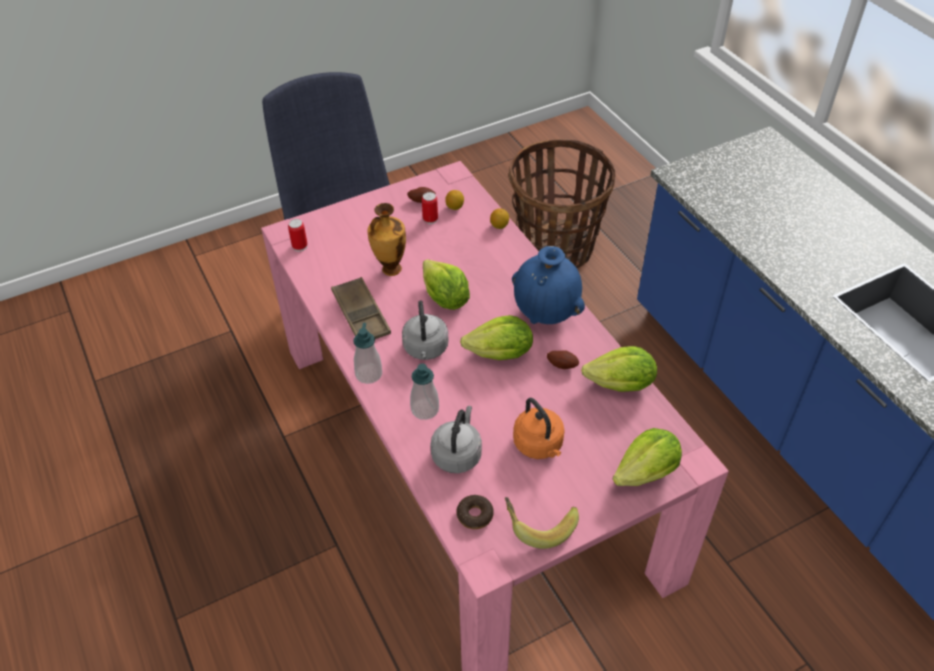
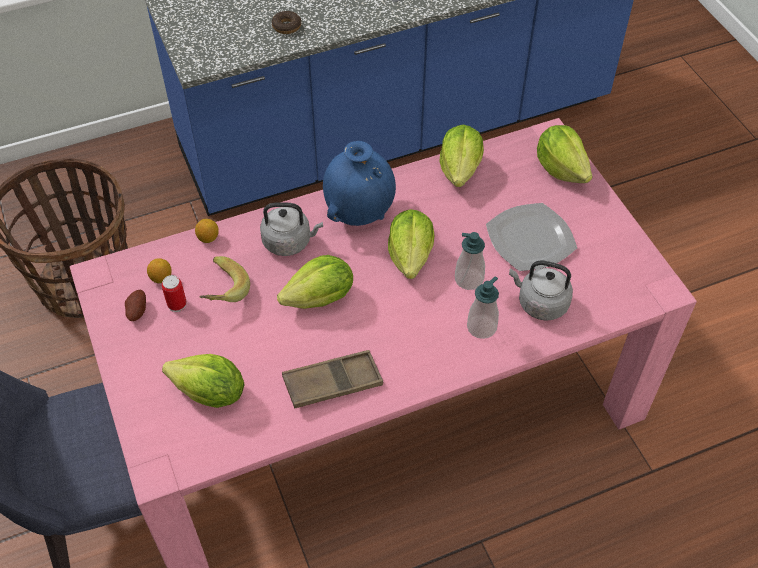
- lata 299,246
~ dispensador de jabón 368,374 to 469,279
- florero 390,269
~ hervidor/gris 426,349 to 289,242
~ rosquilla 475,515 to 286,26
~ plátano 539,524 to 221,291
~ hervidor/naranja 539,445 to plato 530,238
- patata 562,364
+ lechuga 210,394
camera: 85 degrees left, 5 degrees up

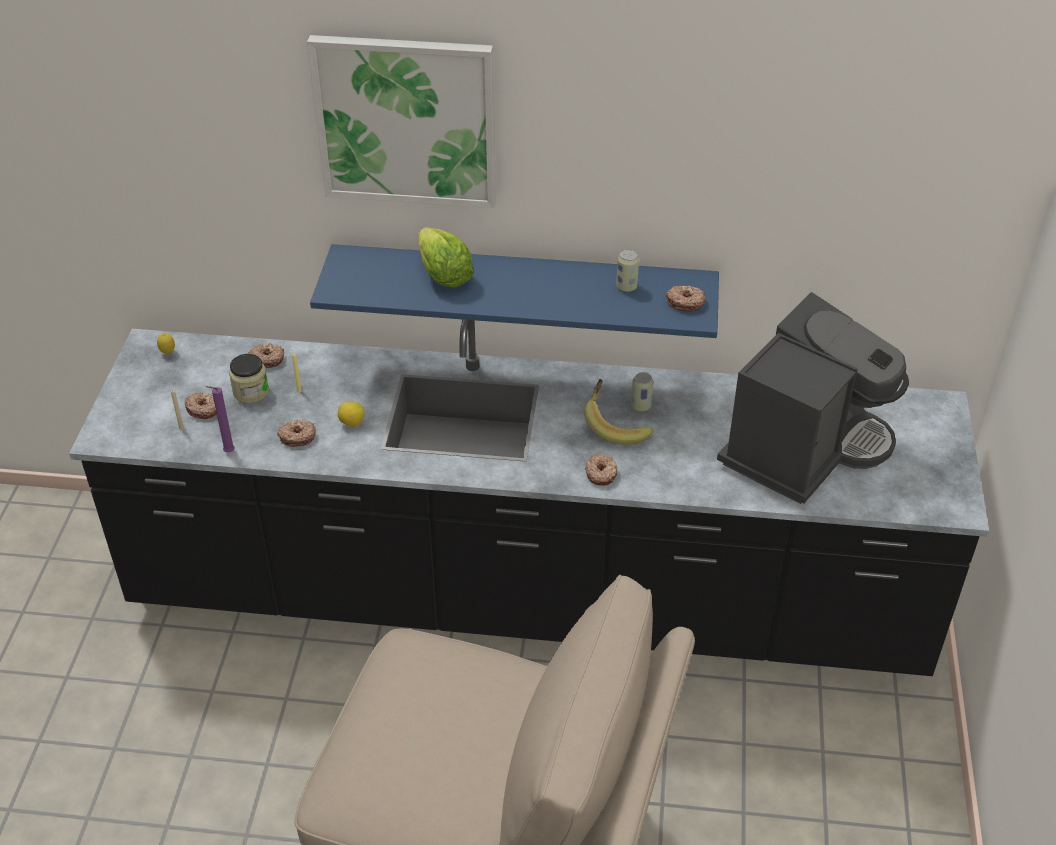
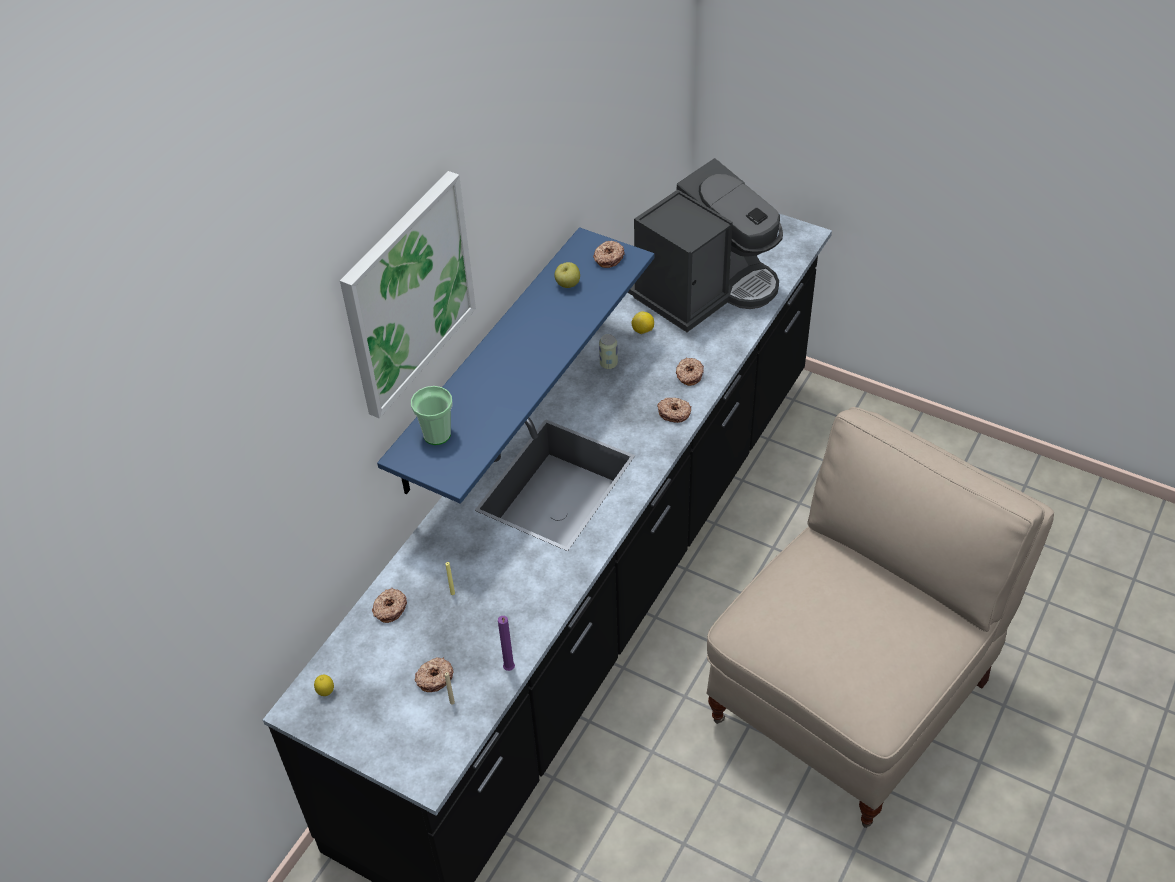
- tarro 251,392
~ rosquilla 297,437 to 689,375
~ limón 351,423 to 643,331
- lechuga 444,275
- plátano 616,425
~ lata 626,287 to manzana 567,285
~ cafetera 804,447 = 705,288 75 degrees clockwise
+ taza 437,435
camera: 65 degrees left, 5 degrees up

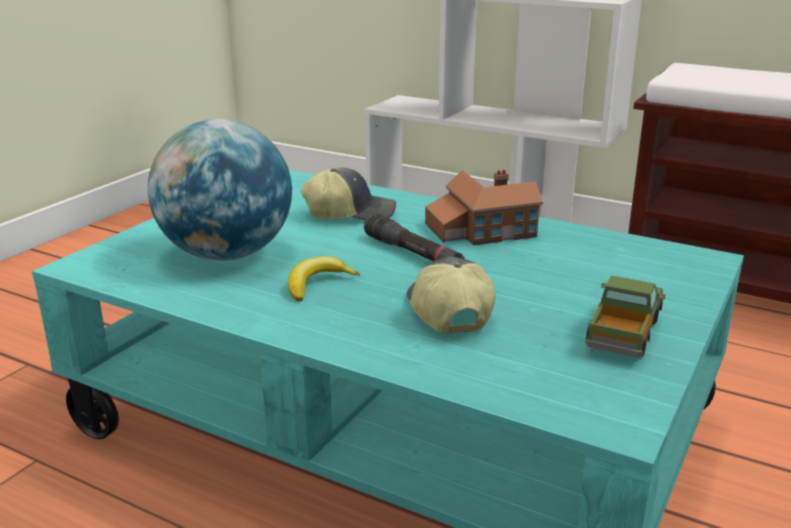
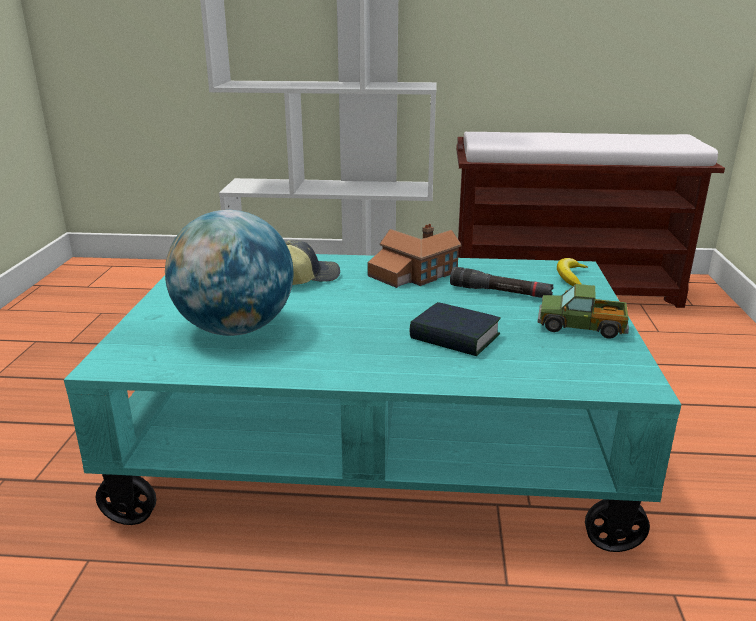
~ plátano 317,284 to 570,277
~ linterna/negro 413,254 to 500,292
~ gorra 447,312 to libro 454,337
~ camión de juguete 623,334 = 581,327 75 degrees counterclockwise
camera: 25 degrees left, 0 degrees up

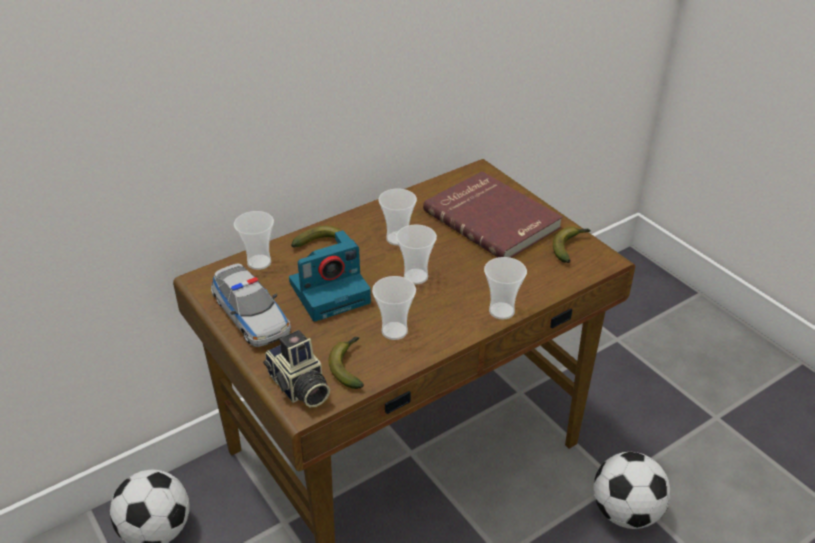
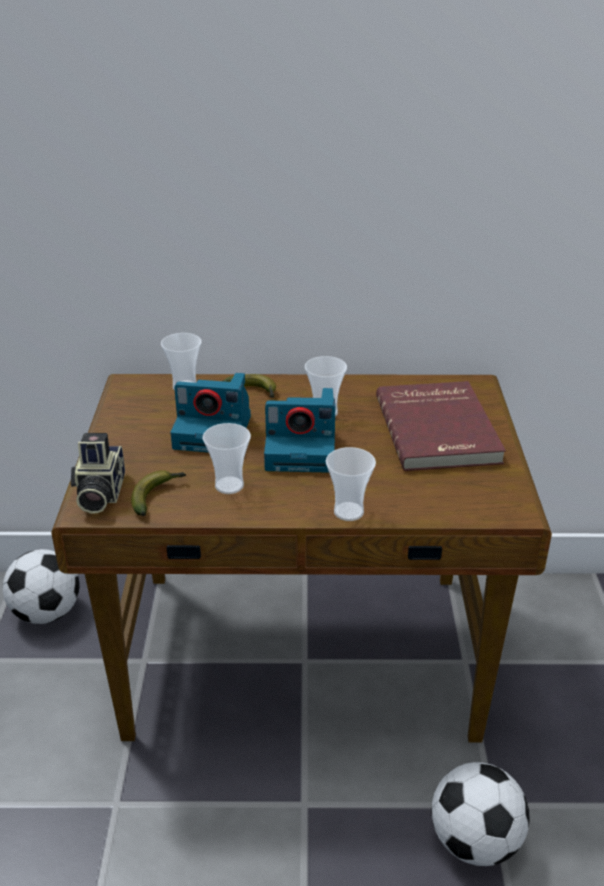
- coche de juguete 251,315
~ taza 415,276 to cámara 303,450
- plátano 570,247
camera: 35 degrees right, 5 degrees down

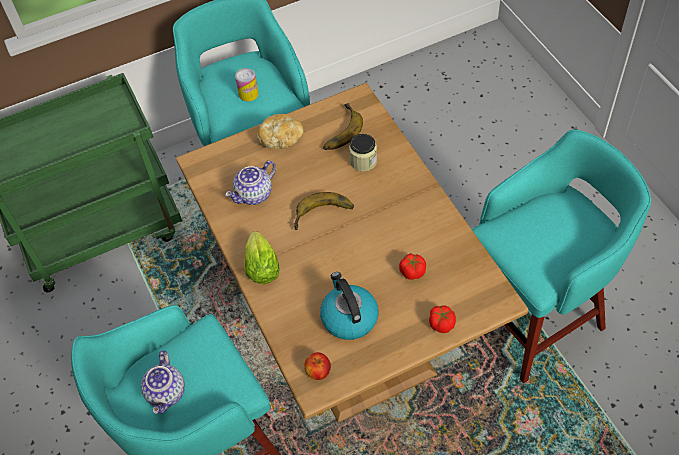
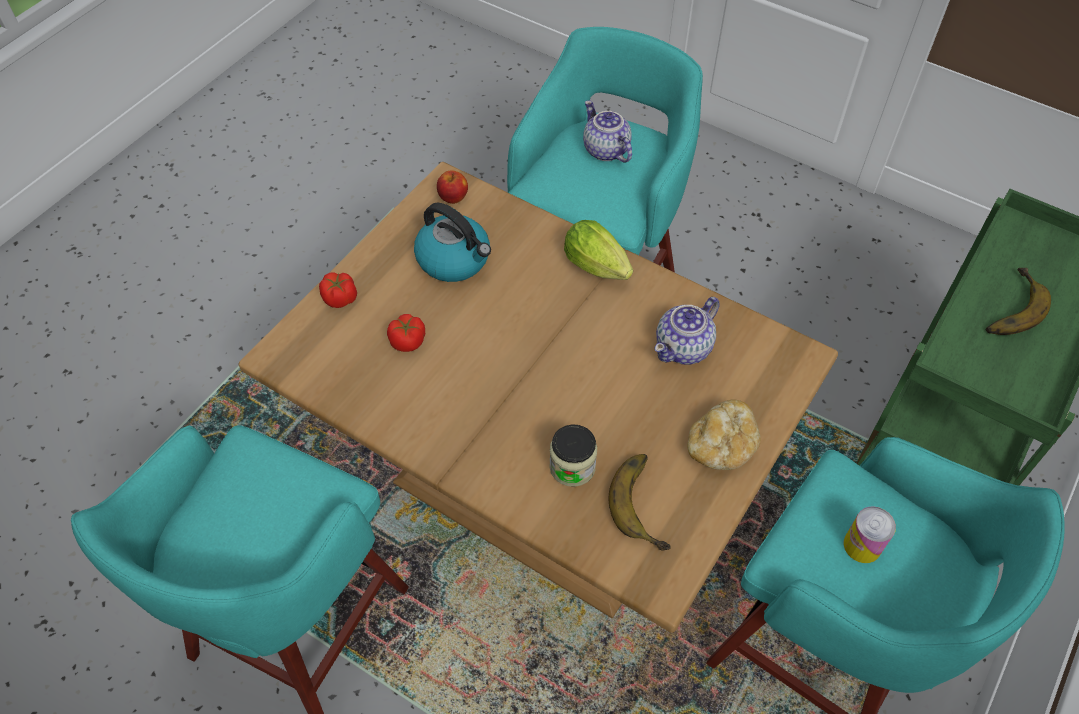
~ tetera 254,194 = 684,347 150 degrees counterclockwise
~ plátano 324,216 to 1007,307
camera: 145 degrees right, 0 degrees up

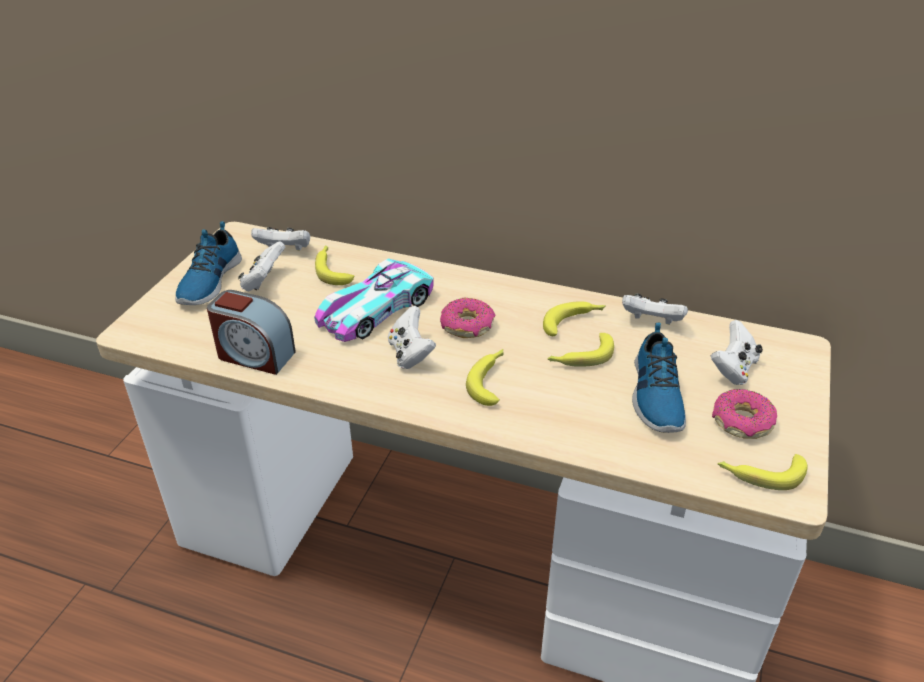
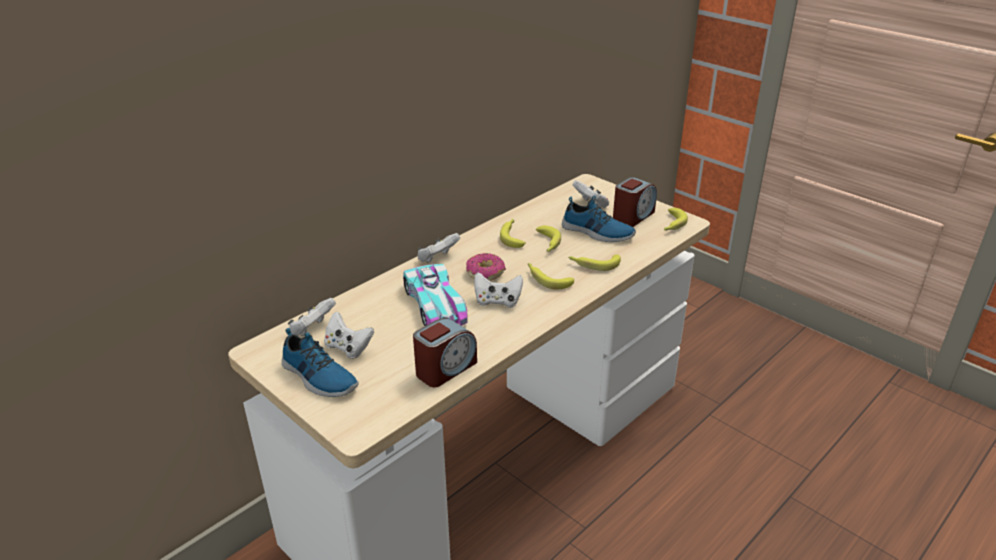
~ plátano 332,269 to 594,264
~ mando de consola/blanco 652,322 to 437,258
~ rosquilla 741,422 to despertador 633,216
camera: 65 degrees left, 5 degrees down

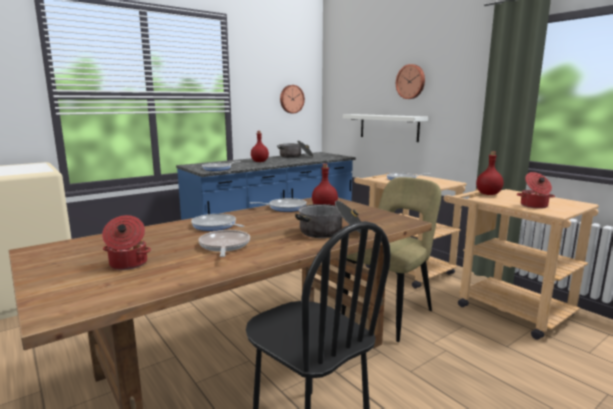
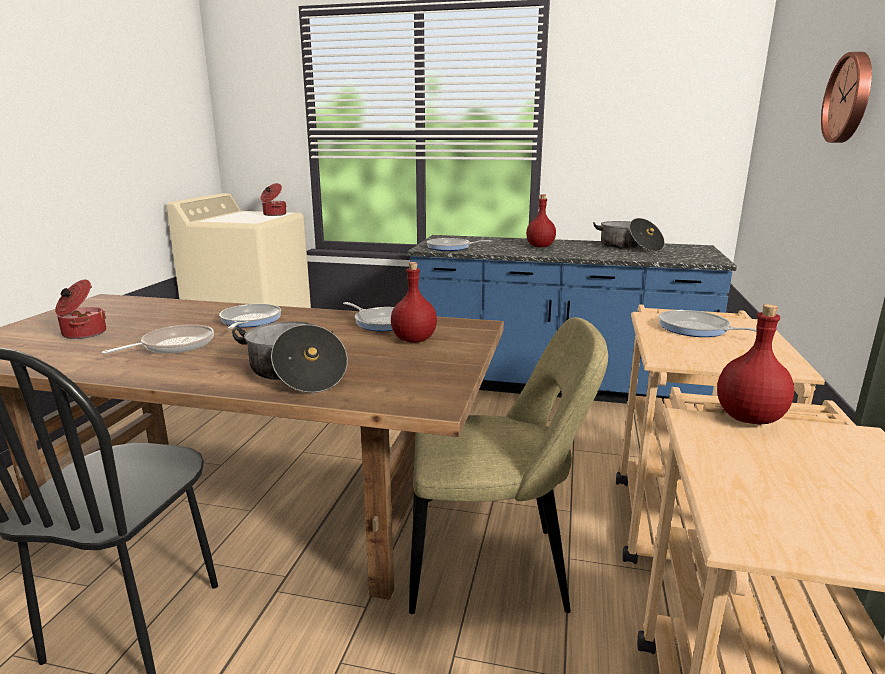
- reloj de pared 291,99
- estante/blanco 388,127
~ olla 534,206 to 274,214
camera: 50 degrees right, 5 degrees up

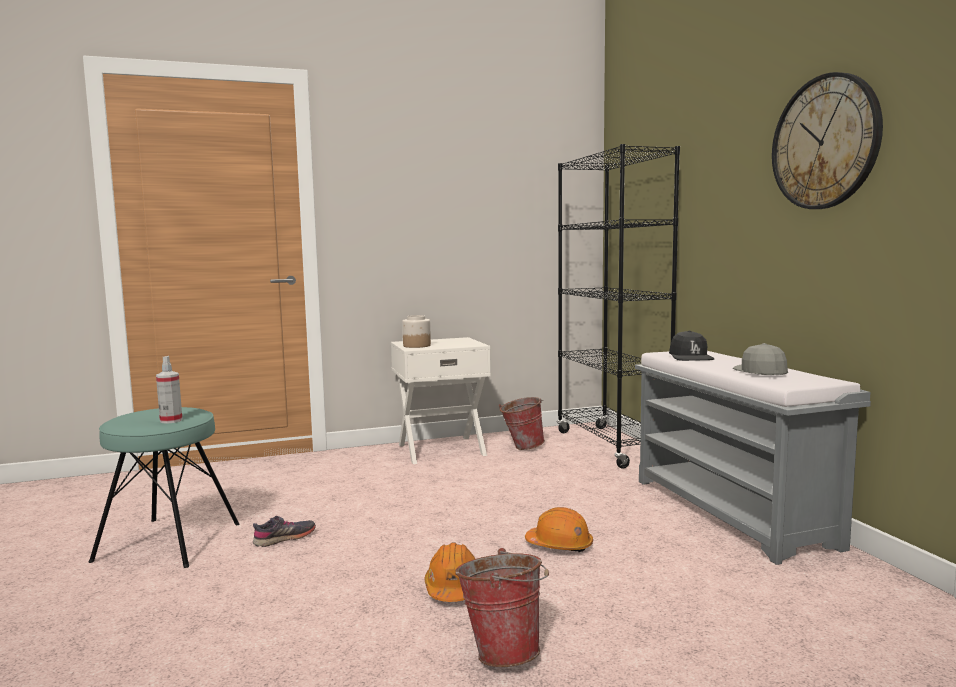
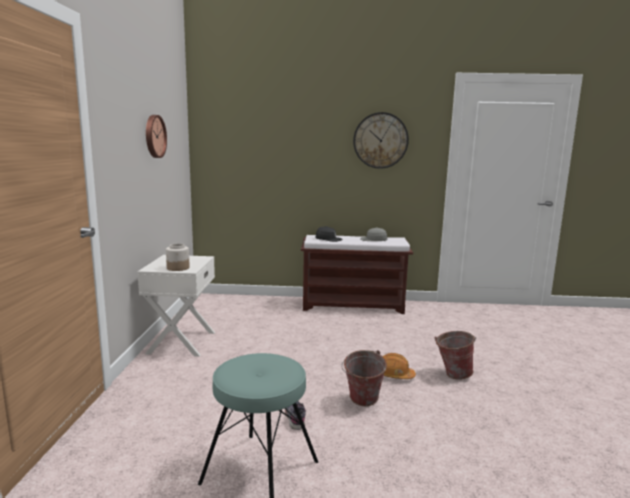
- pulverizador 171,420
~ cubo 521,447 to 362,402
- casco/naranja 559,545
- estantería/negro 611,446
~ banco/gris 732,512 to banco/marrón 353,305
+ reloj de pared 154,136
camera: 70 degrees left, 5 degrees up

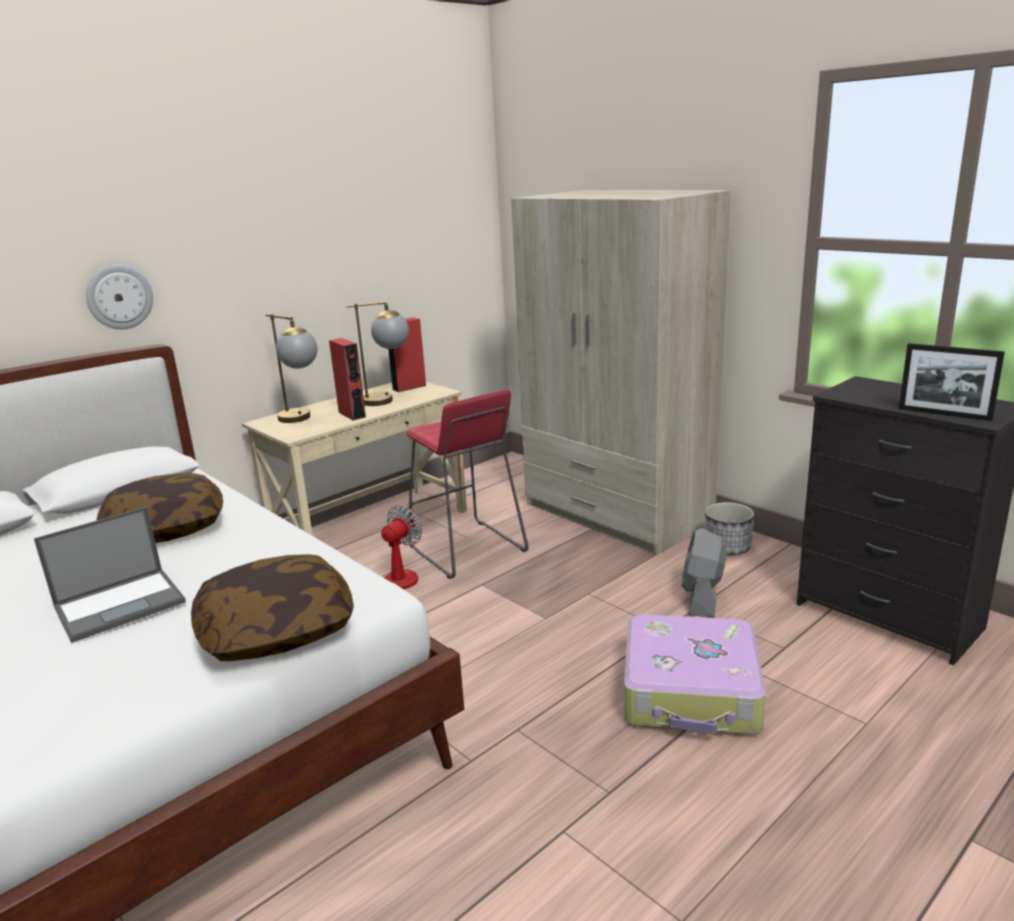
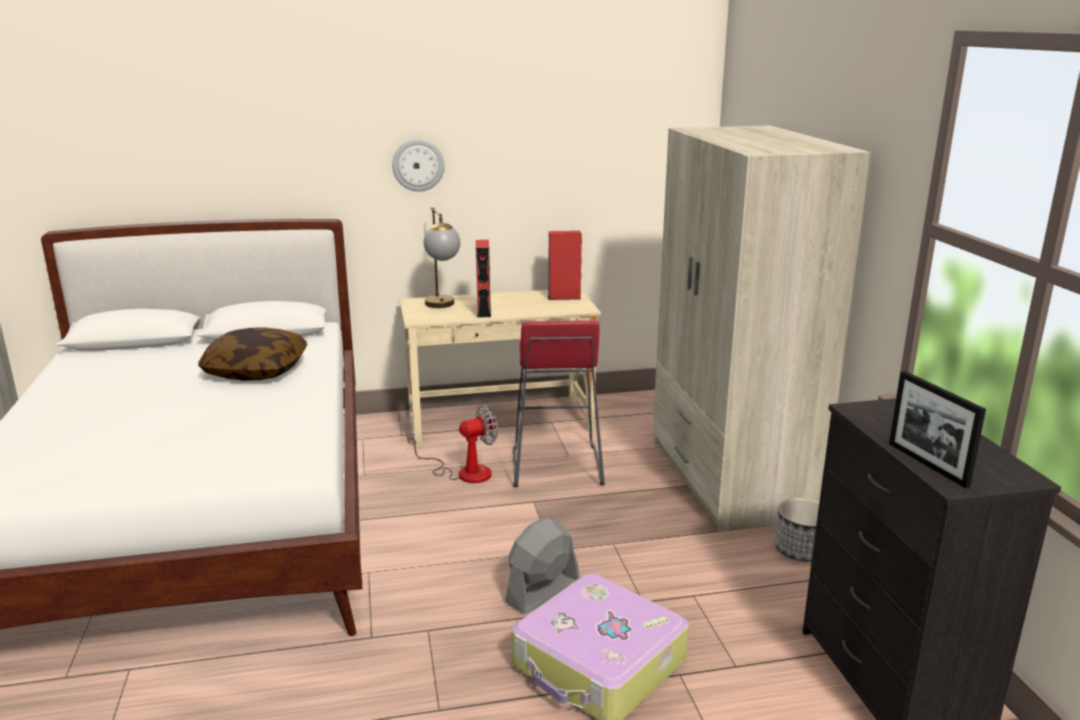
- portátil 121,604
~ reloj de pared 119,297 to 418,165
- cojín 277,629
- lámpara de mesa 388,399
~ ventilador/gris 702,598 to 542,592
camera: 30 degrees right, 0 degrees up

